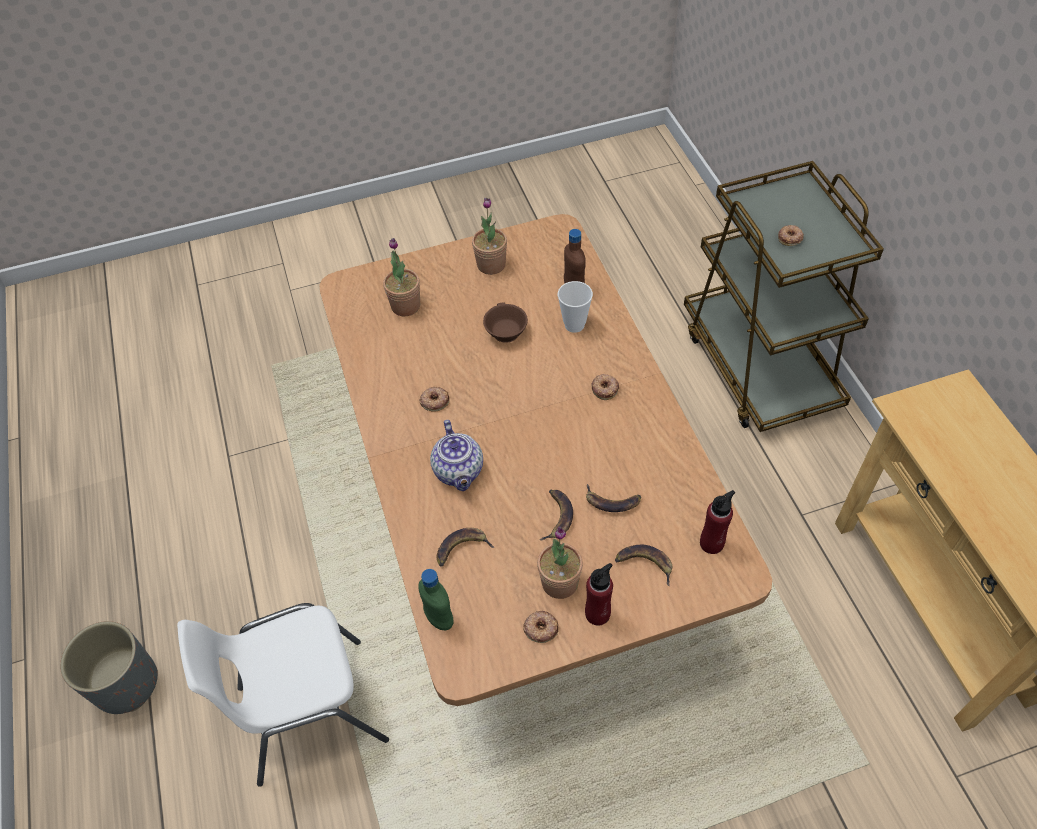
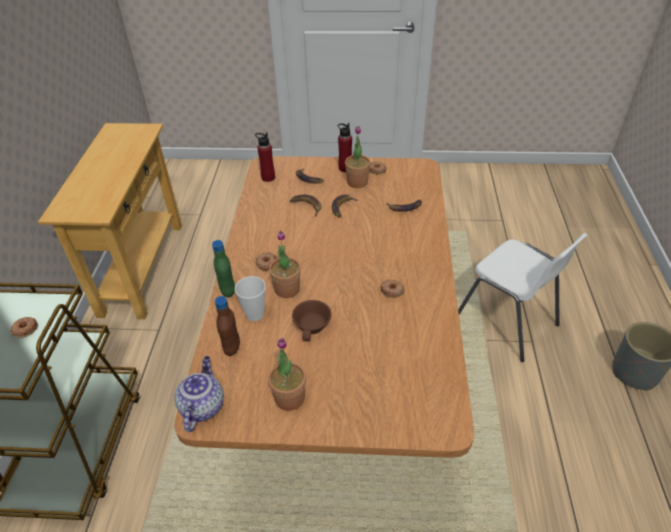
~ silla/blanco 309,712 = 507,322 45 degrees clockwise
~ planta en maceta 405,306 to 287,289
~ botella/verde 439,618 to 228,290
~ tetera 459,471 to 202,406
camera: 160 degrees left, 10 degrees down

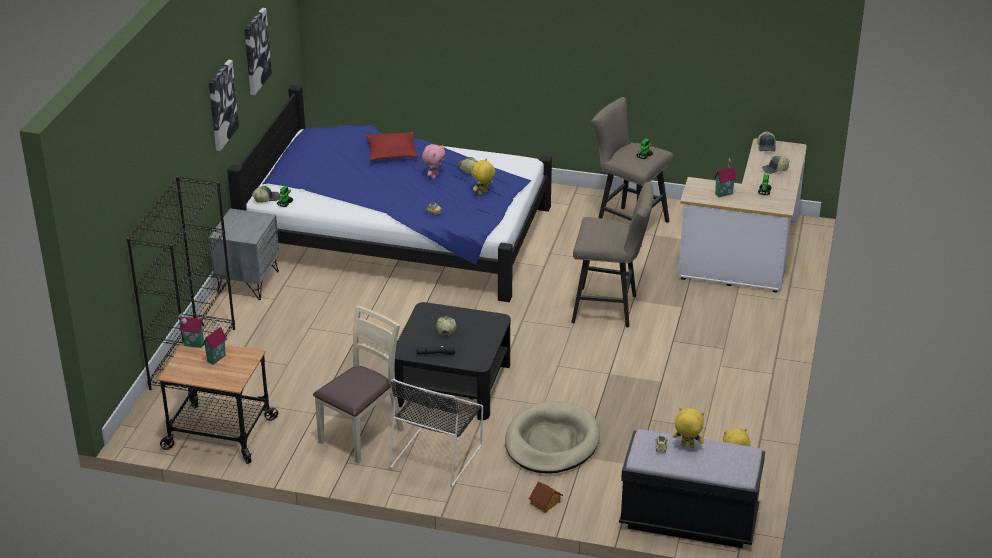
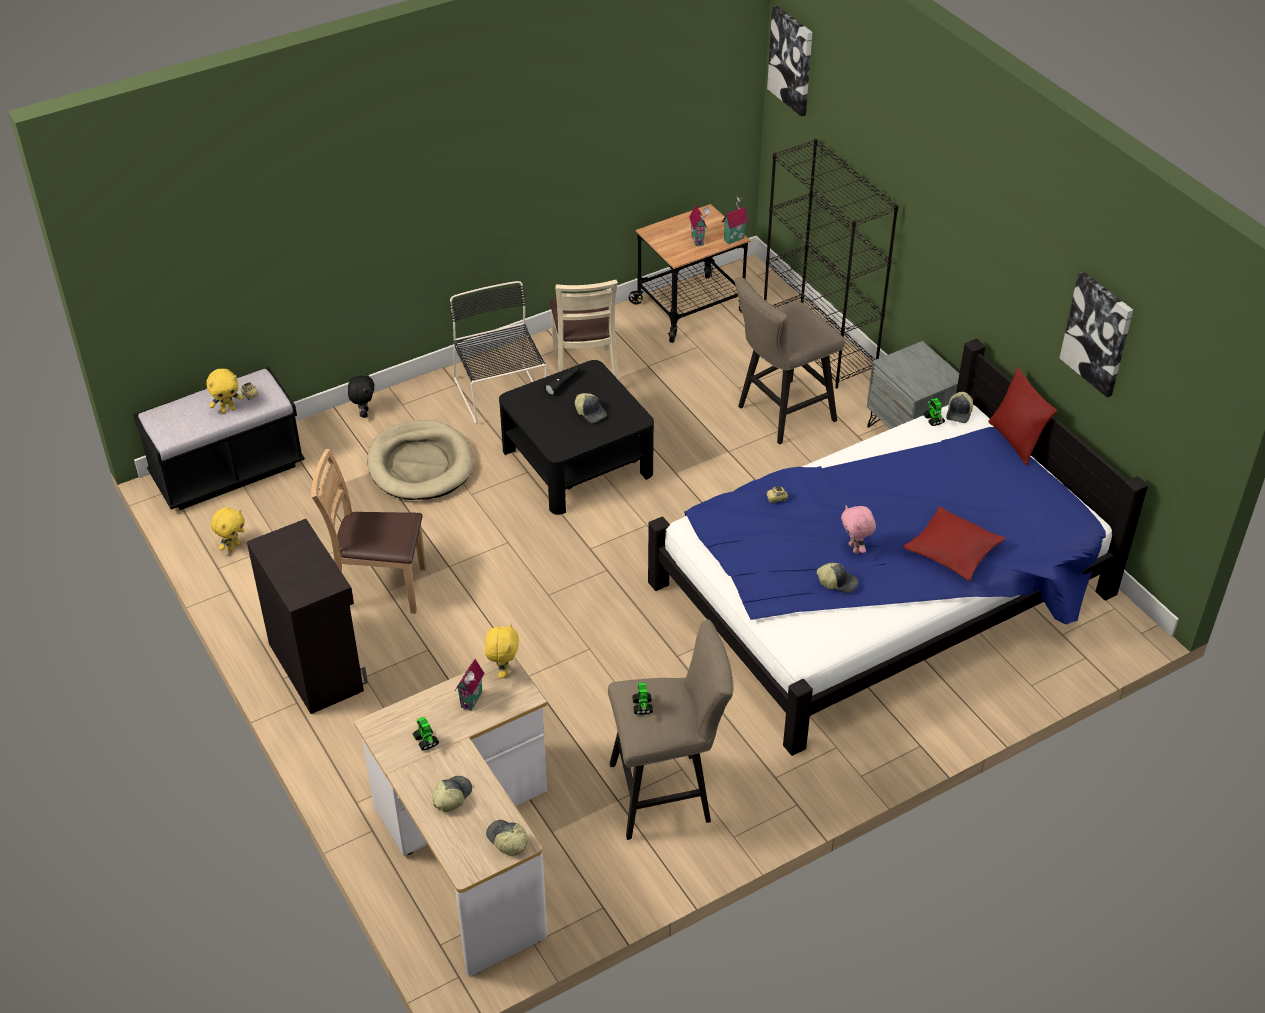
~ cuadro 221,105 to 791,60
~ peluche/amarillo 483,193 to 503,671
~ casita 545,503 to peluche/negro 364,413
~ taburete/beis 610,309 to 780,415
+ armario/negro 317,666
+ silla/marrón 378,588
+ cojín/rojo 1015,441
camera: 135 degrees right, 10 degrees up

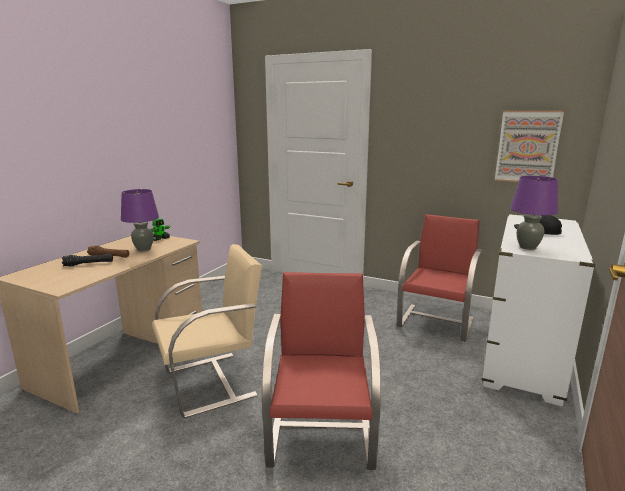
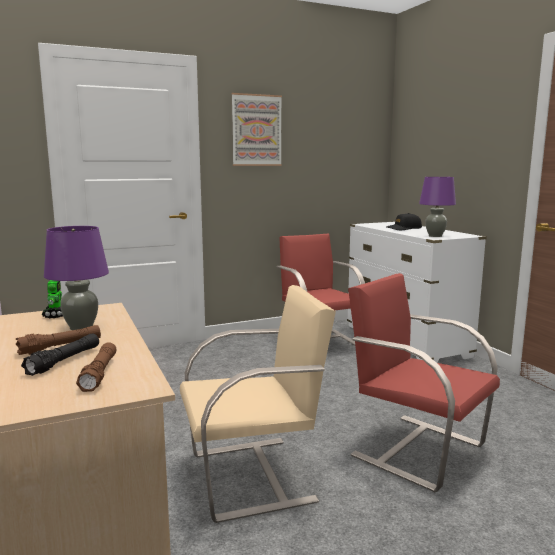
~ silla/beis 212,382 = 254,476 60 degrees clockwise
~ cuadro 527,147 to 256,130
+ linterna/marrón 99,374
camera: 50 degrees left, 5 degrees down

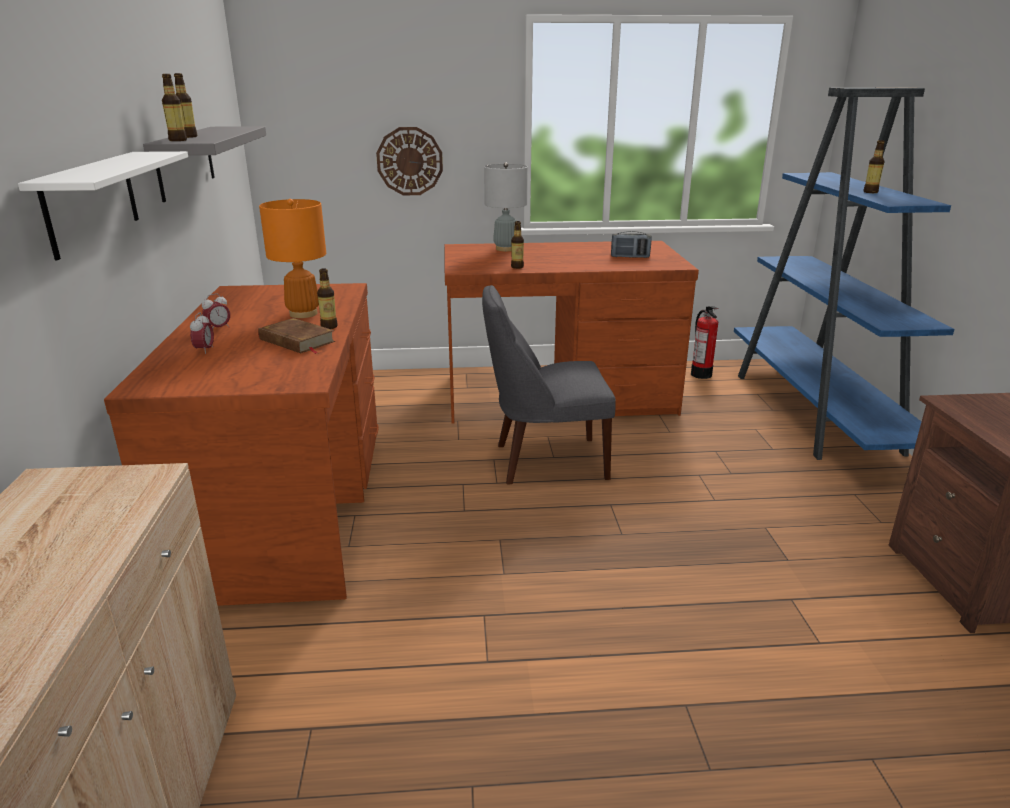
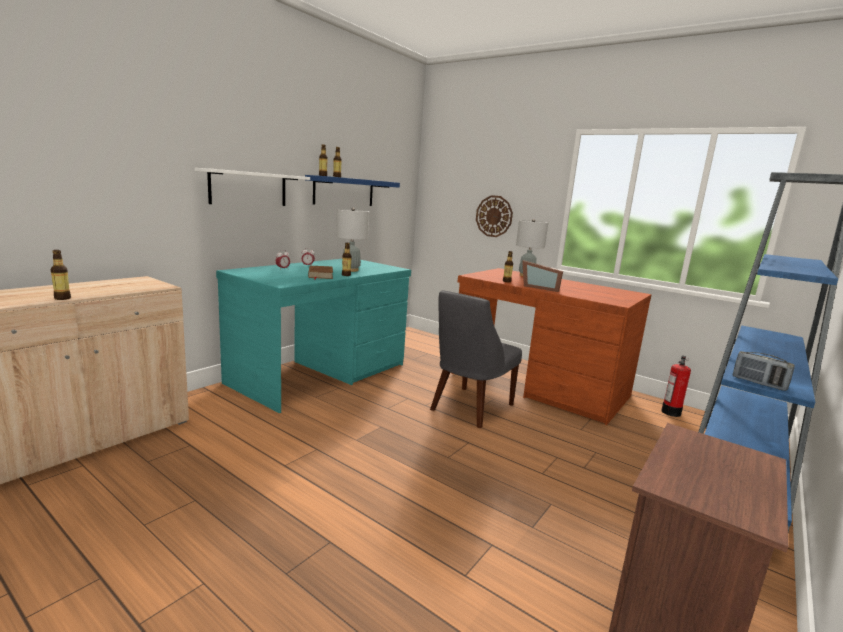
~ escritorio/marrón 289,507 to escritorio/turquesa 321,373
~ estante/gris 185,161 to estante/azul 344,191
~ lámpara de mesa/naranja 303,314 to lámpara de mesa/gris 351,270
~ silla/gris 545,461 = 469,408 90 degrees counterclockwise
~ radio 630,257 to 759,383
~ botella 870,192 to 62,298
+ portarretratos 540,288
camera: 40 degrees right, 10 degrees down

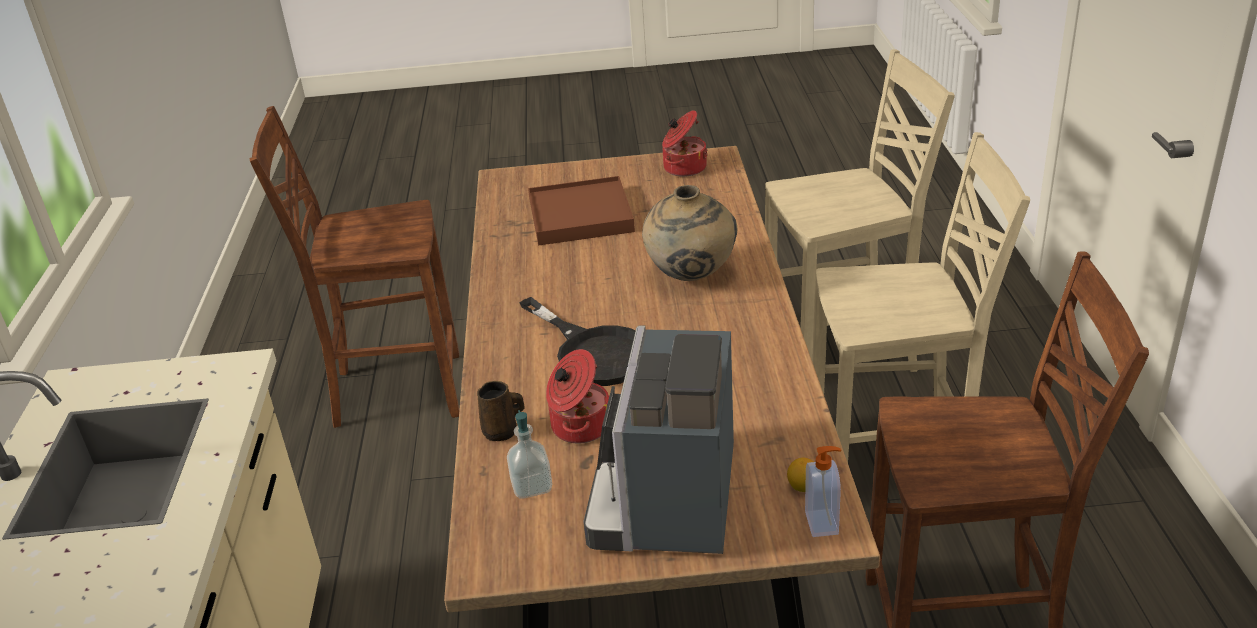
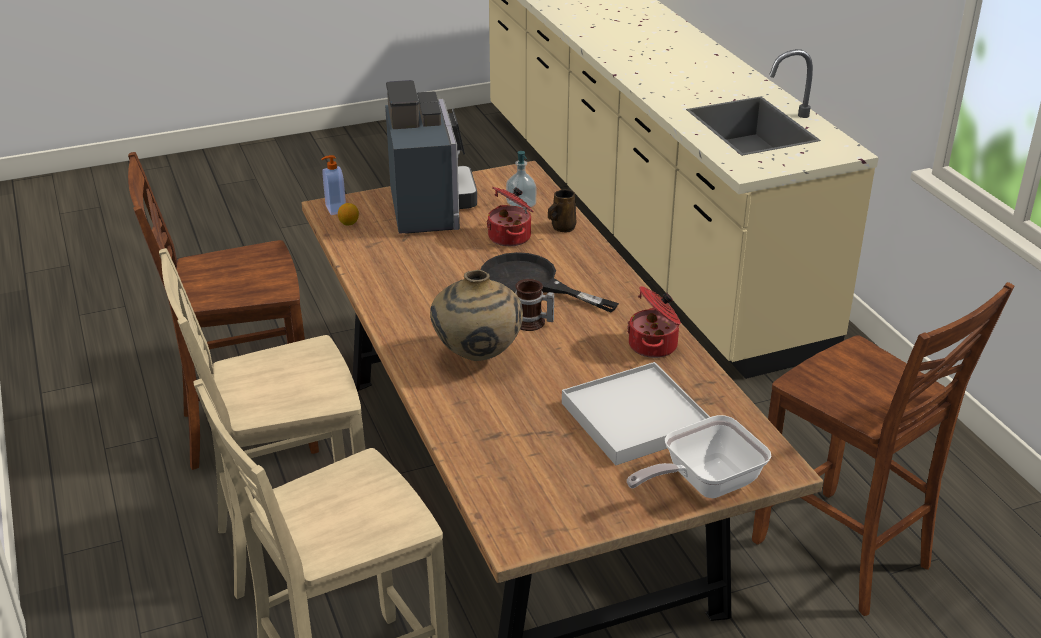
~ silla/marrón 395,391 = 844,555 75 degrees clockwise
~ bandeja/marrón 581,216 to bandeja/blanco 635,418
~ olla 683,168 to 654,345
+ taza grande 532,323
+ sartén 703,484
camera: 160 degrees right, 0 degrees up

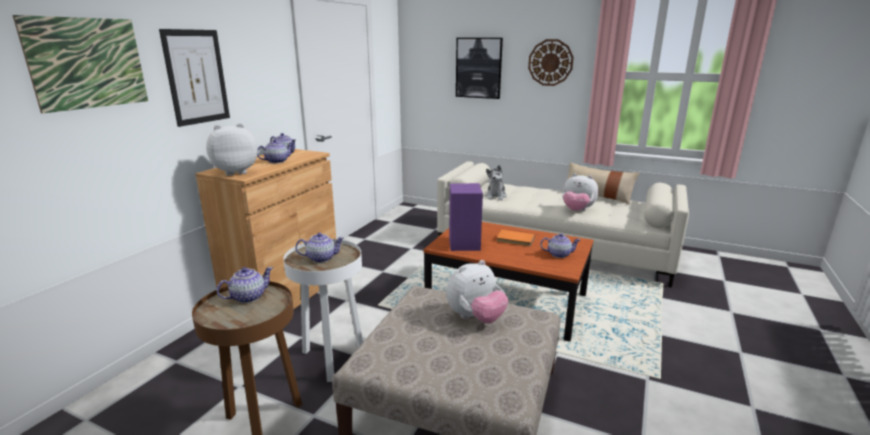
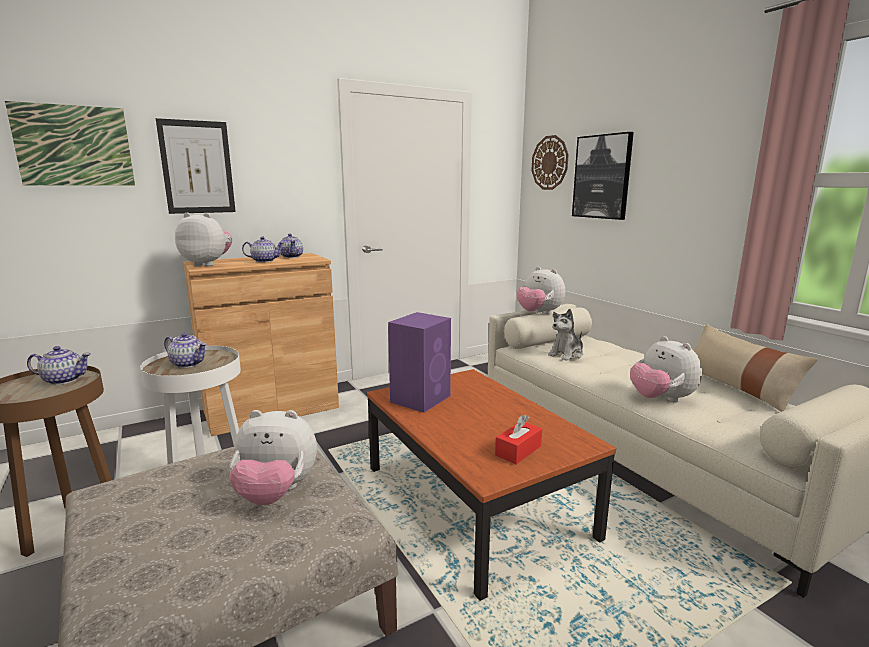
- libro/naranja 515,240
~ reloj de pared 550,62 to 550,163
~ tetera 558,254 to caja de pañuelos/rojo 518,451
+ peluche 539,313
camera: 35 degrees right, 5 degrees down

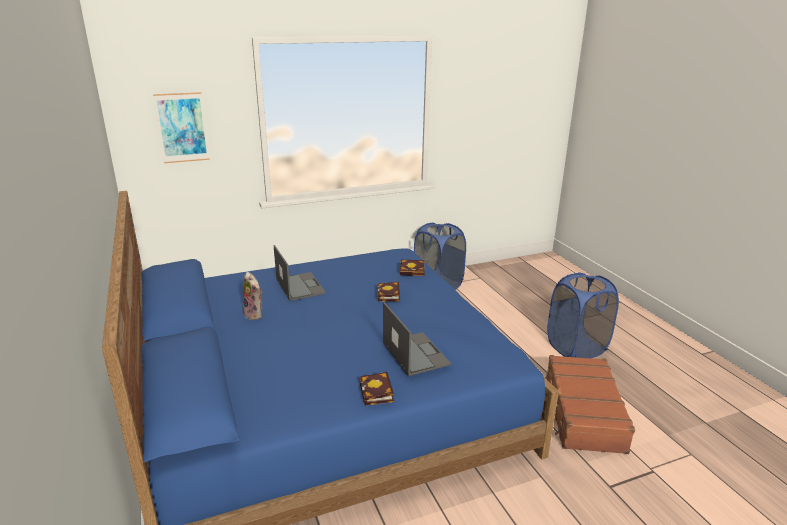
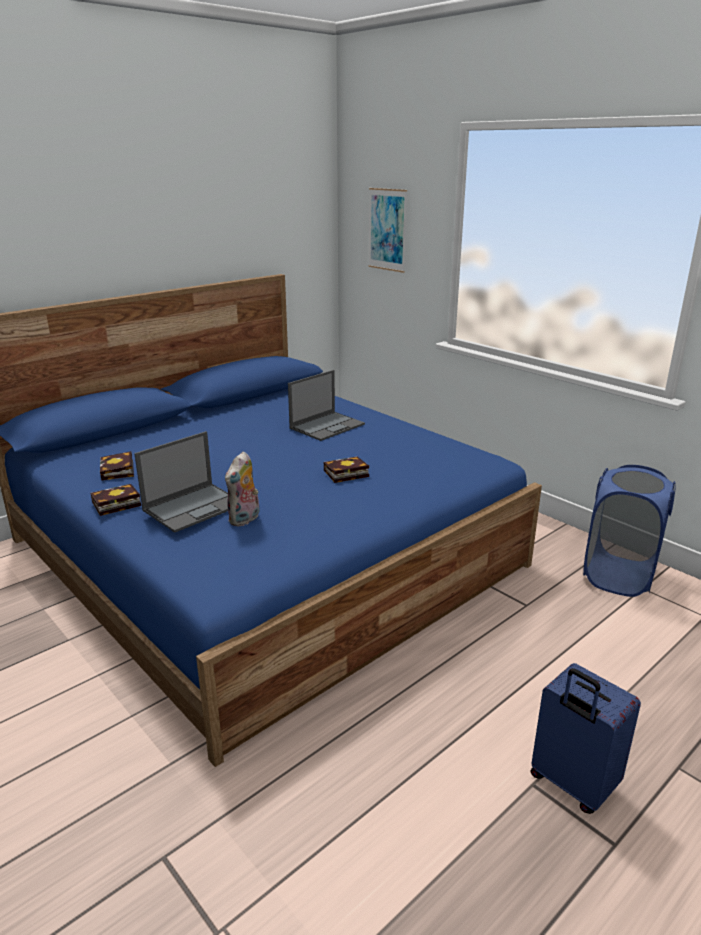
~ peluche 255,314 to 245,519
~ libro 413,270 to 118,471
- maleta/marrón 582,412
~ cesto de la ropa/azul 576,347 to maleta/azul 571,784
camera: 70 degrees right, 0 degrees up

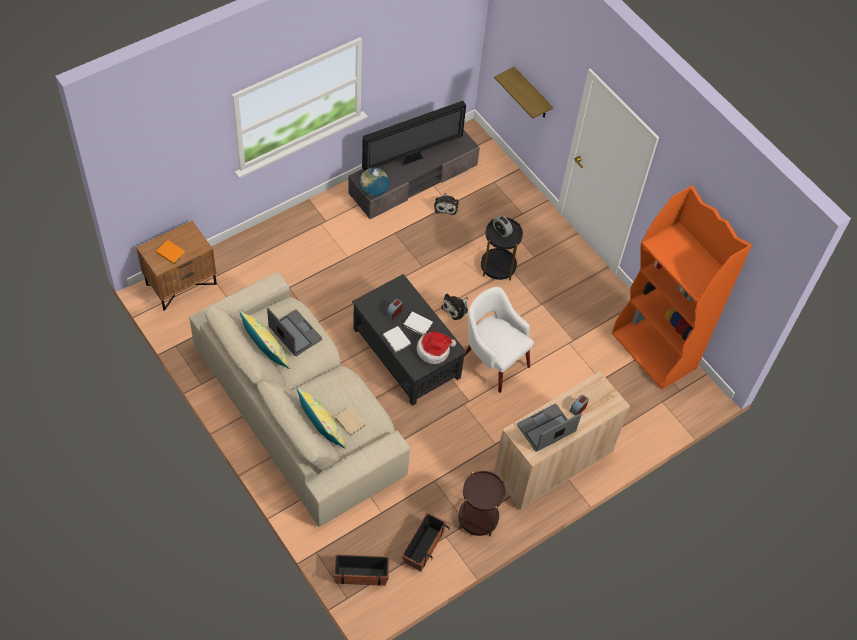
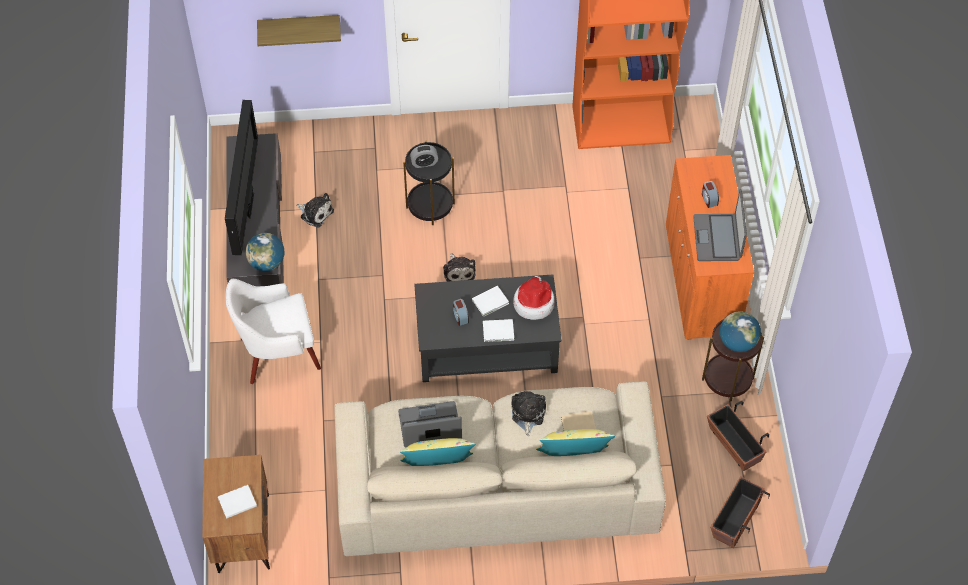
~ libro/naranja 170,252 to libro/blanco 236,502
~ sillón/blanco 493,360 to 277,353
~ armario/beis 552,463 to armario/naranja 701,280
+ peluche 527,414
+ globo terráqueo 737,342
camera: 55 degrees left, 0 degrees up

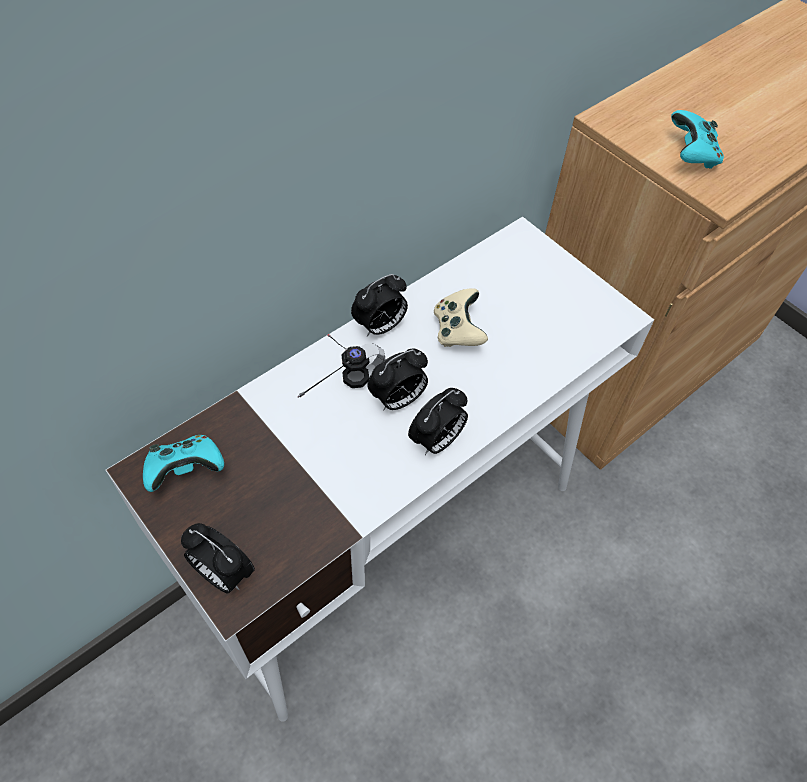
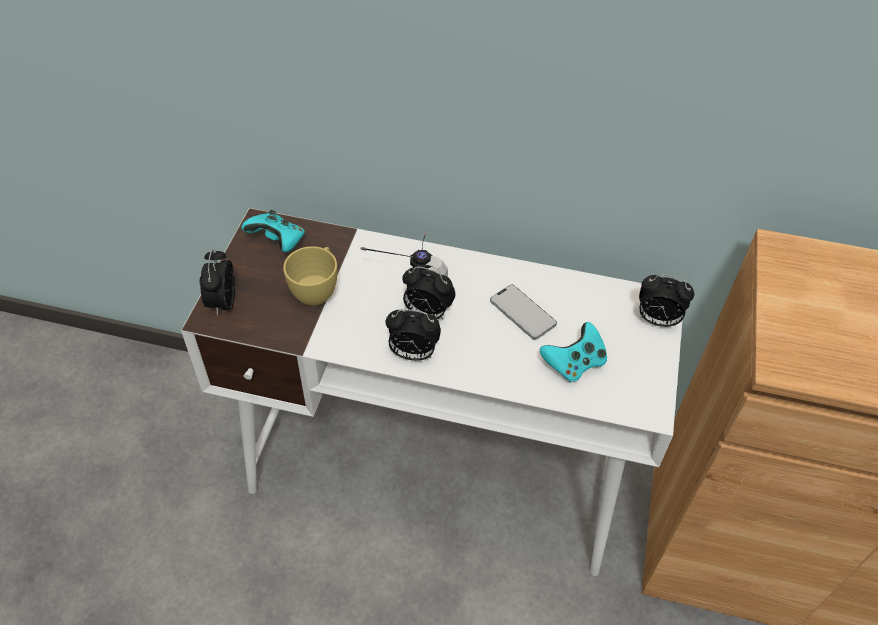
~ despertador 380,327 to 657,320
~ mando de consola/beis 457,331 to móvil 522,313
~ mando de consola/turquesa 691,155 to 573,363
+ taza/amarillo 317,290
camera: 55 degrees right, 5 degrees down

